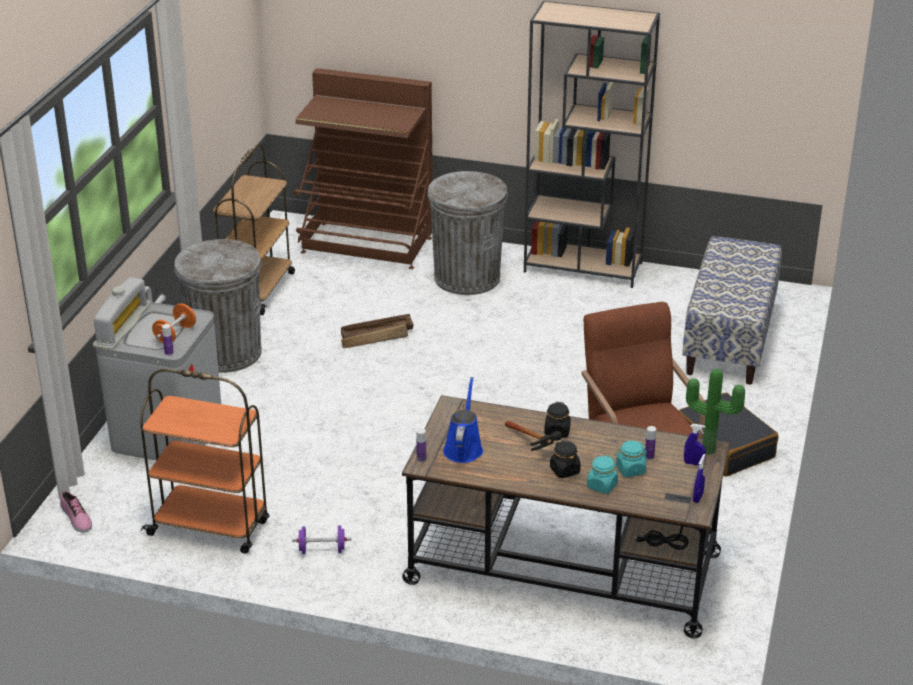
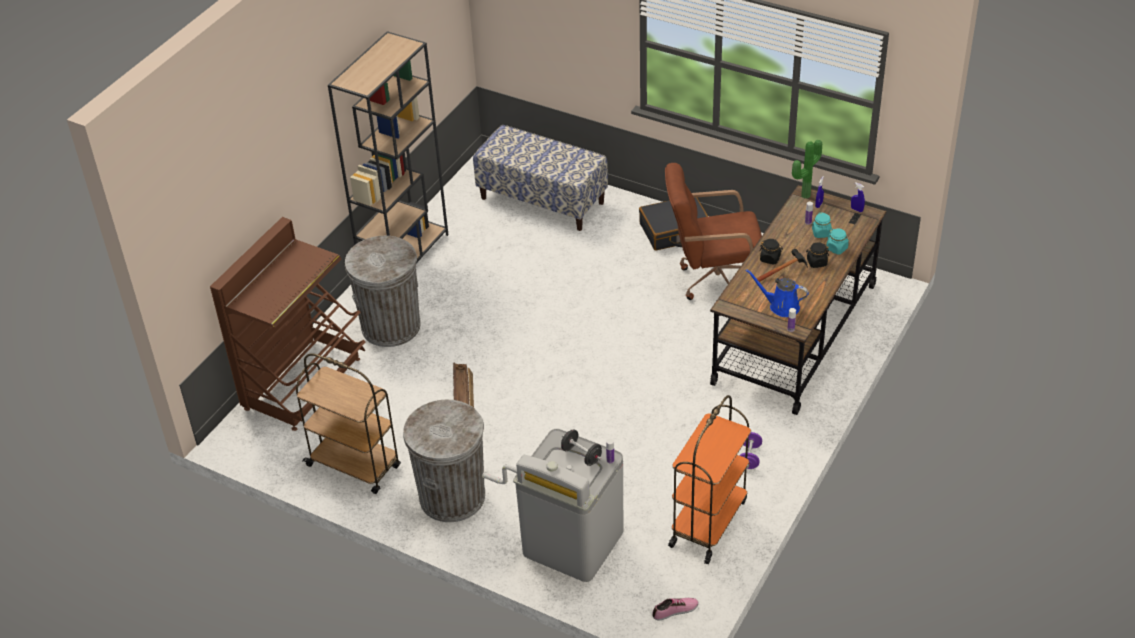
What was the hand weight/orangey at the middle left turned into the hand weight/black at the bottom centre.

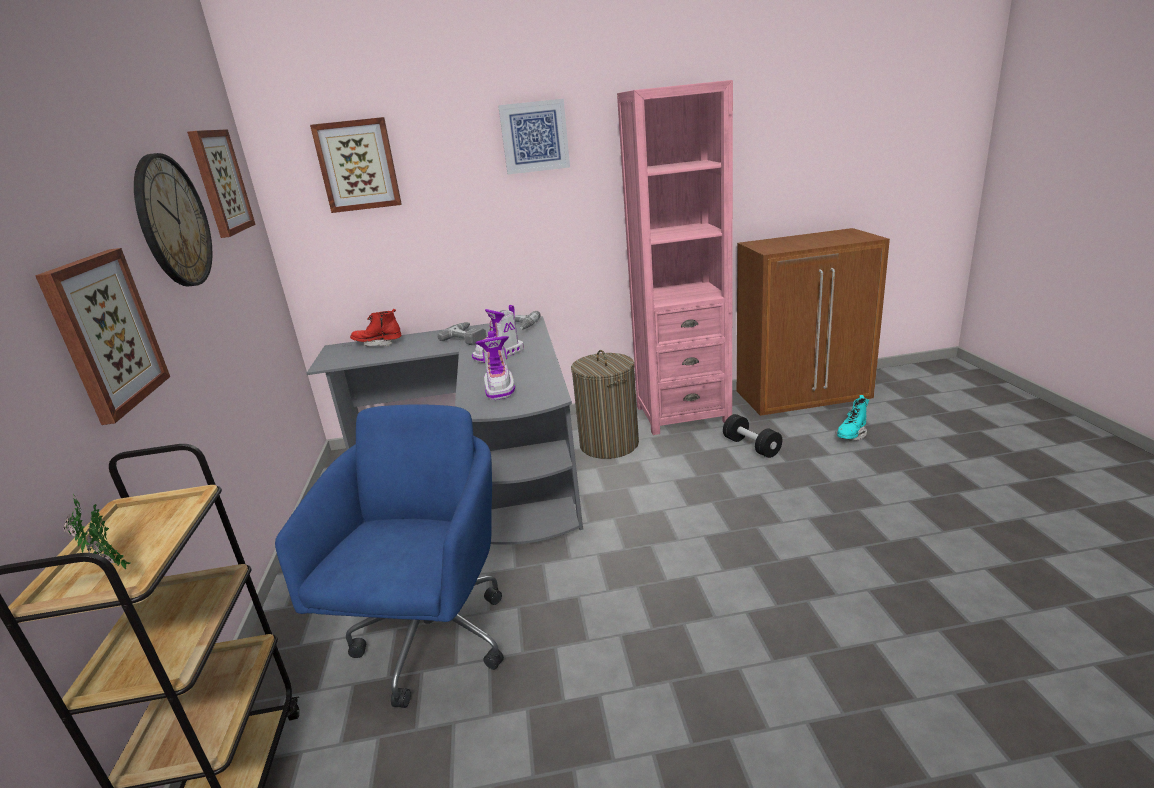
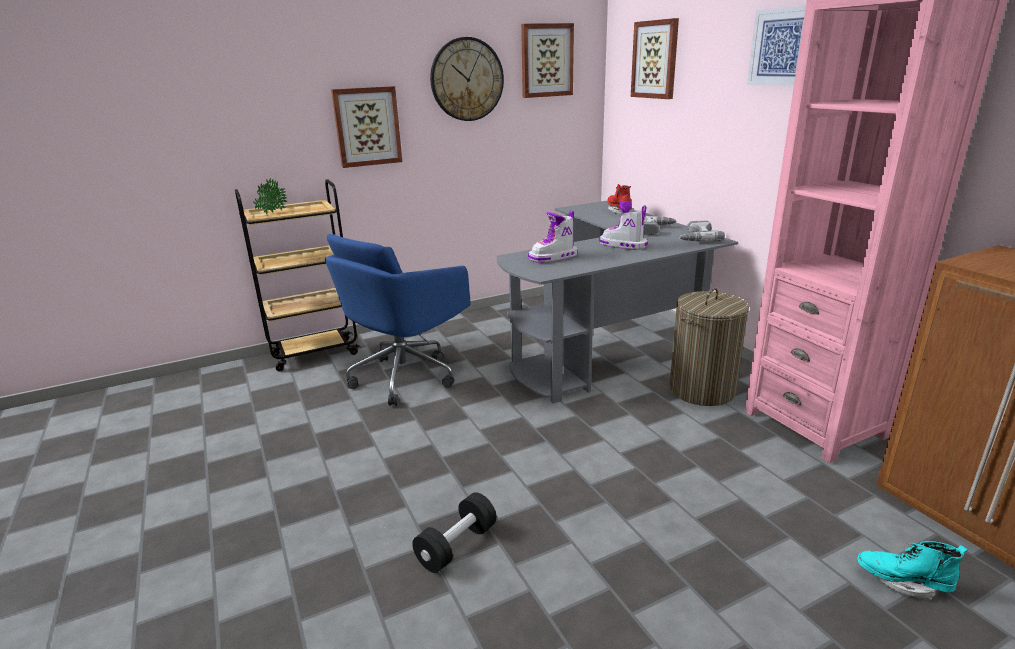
The hand weight/black ended up elsewhere, having gone from the centre to the bottom centre.
The desk chair/blue at the bottom centre ended up facing another way, 135 degrees clockwise from before.

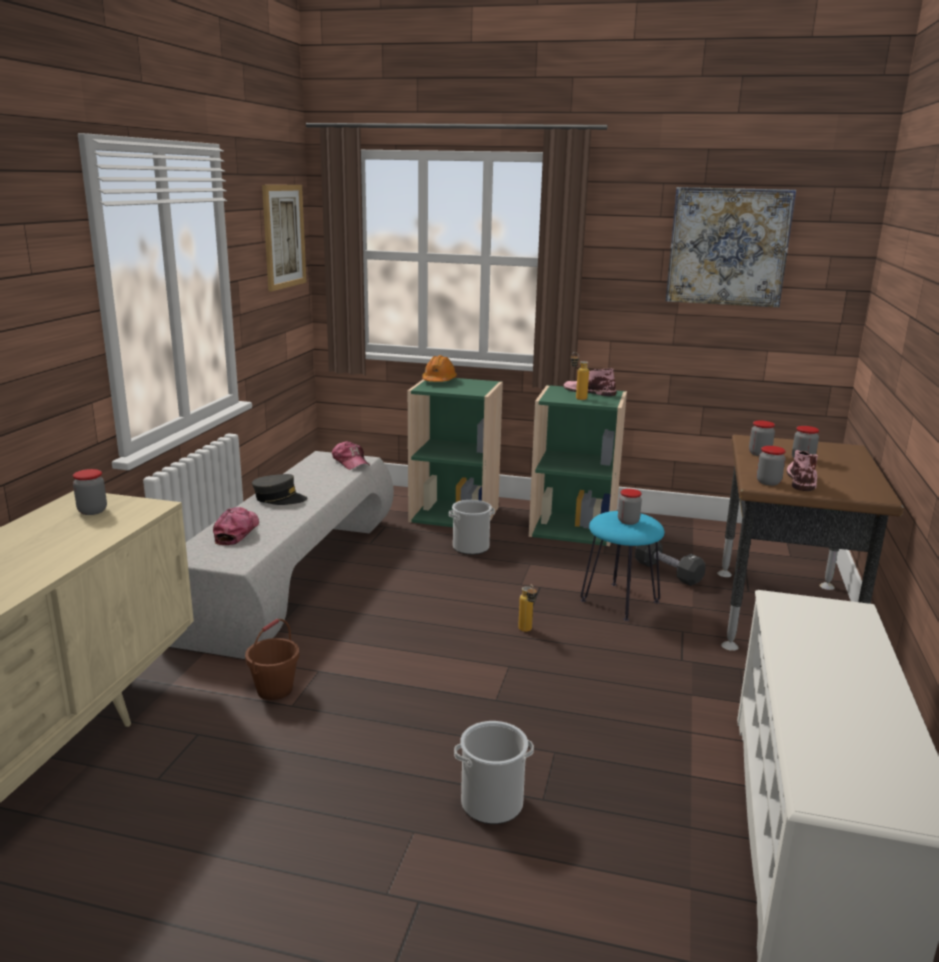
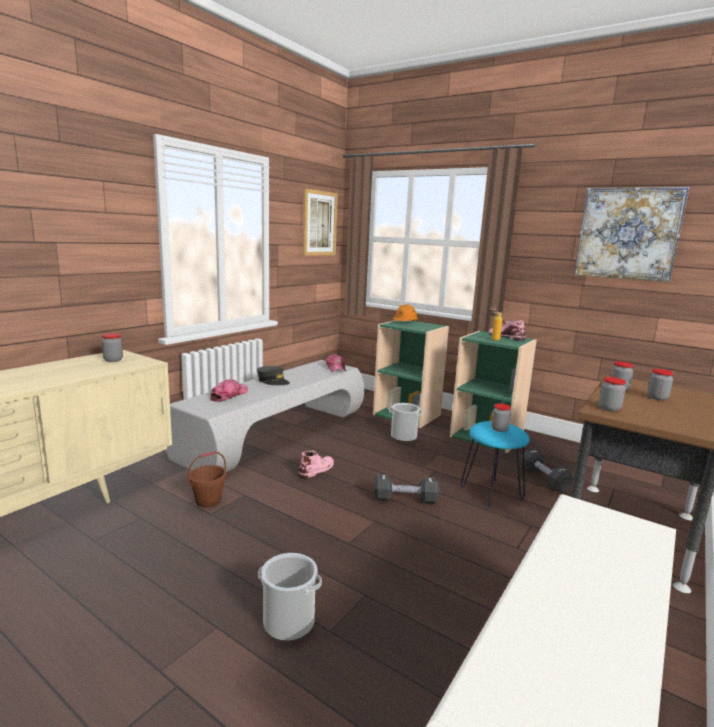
The high-top boot/pinkish (no. 2 from left in the first image) ended up elsewhere, having gone from the middle right to the centre.
Where the beverage bottle (no. 1 from left) stood at the centre, the hand weight/black (no. 1 from left) came to stand at the bottom centre.

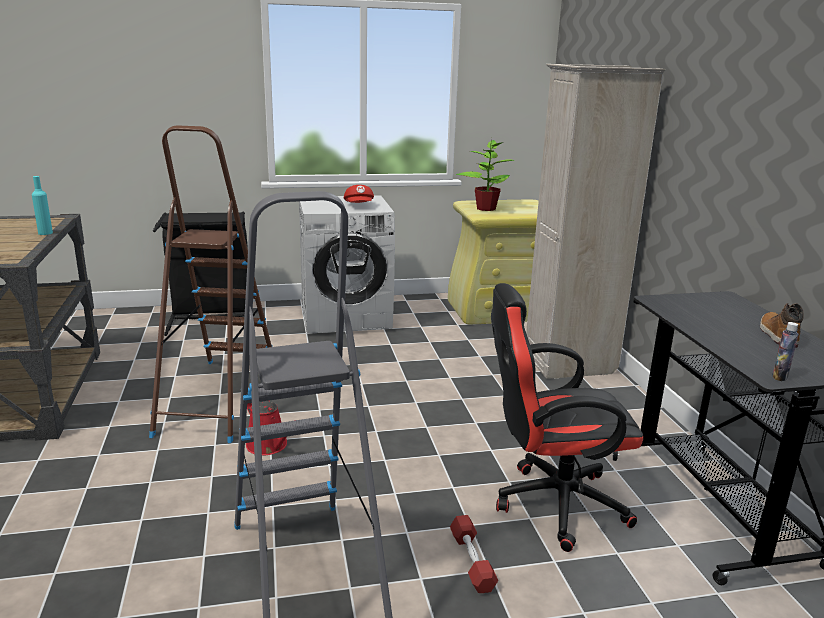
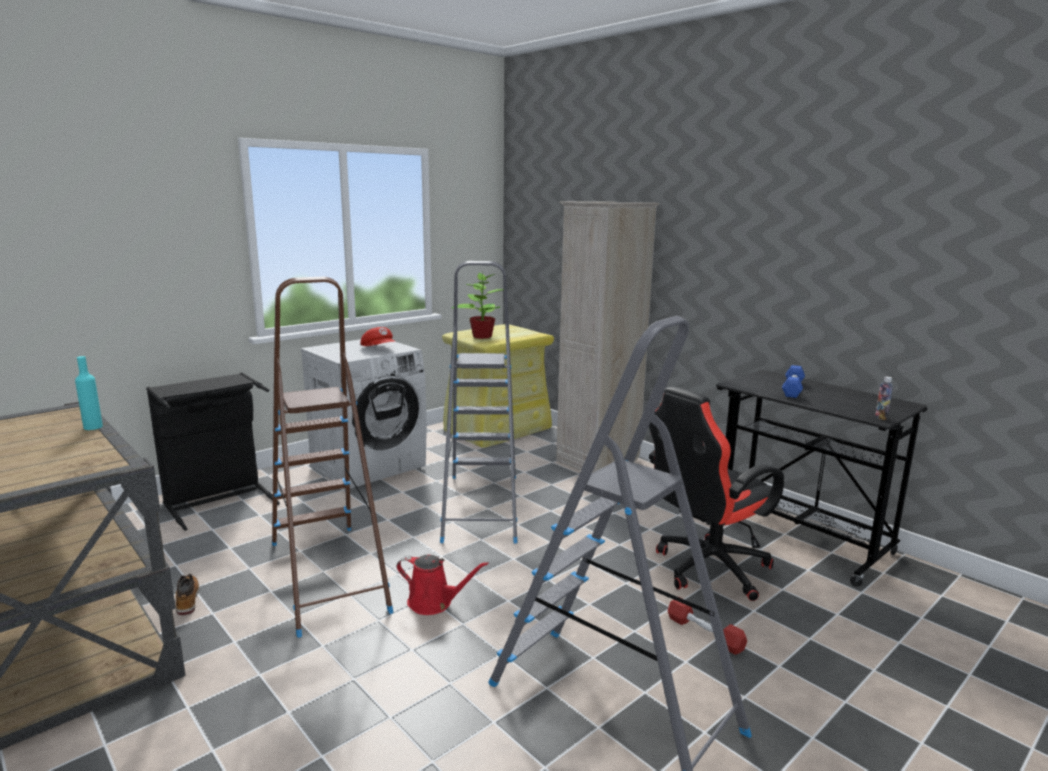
The second view gained the step stool/grey (no. 1 from left) at the centre.
The second view gained the hand weight/blue at the middle right.
The high-top boot ended up elsewhere, having gone from the middle right to the bottom left.

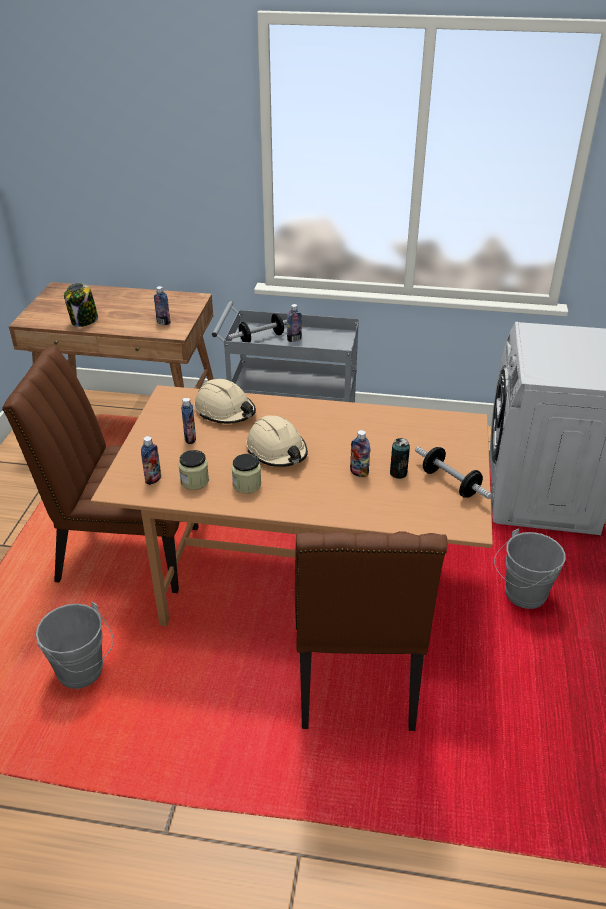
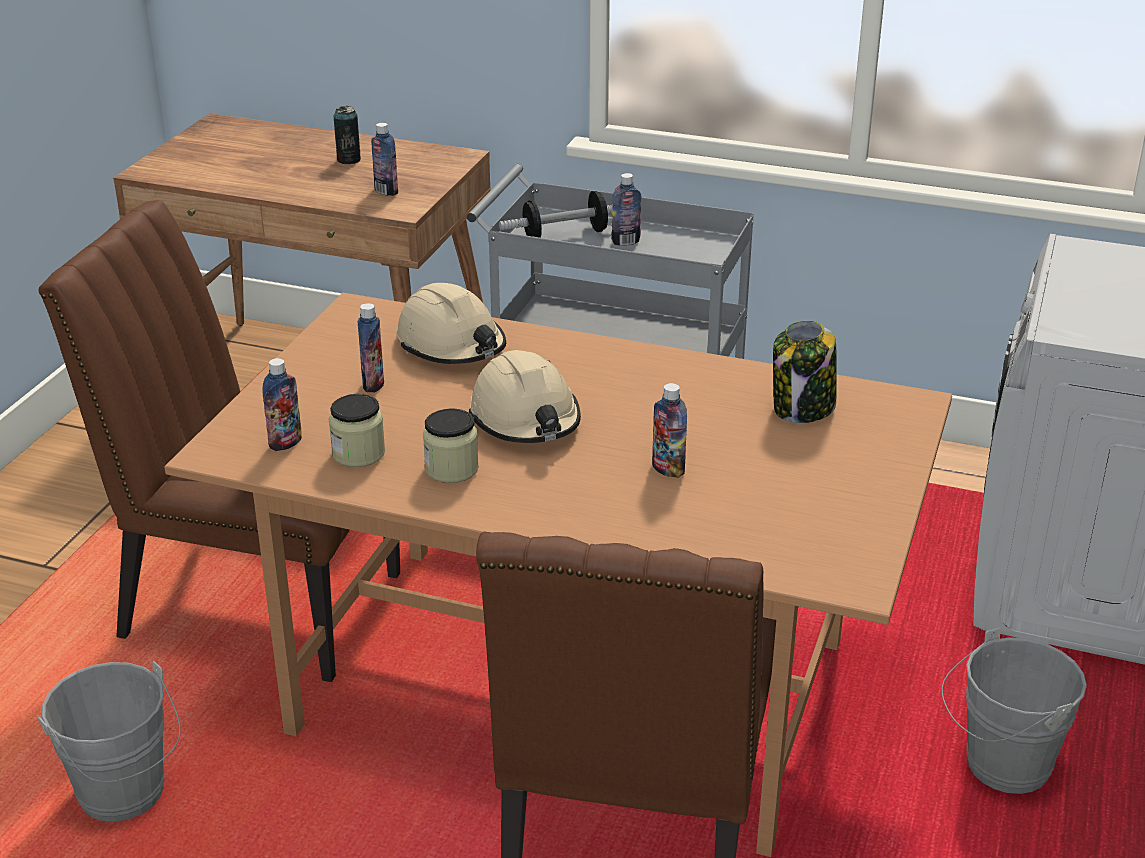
The second view lost the hand weight (no. 2 from left) at the middle right.
The jar (no. 1 from left in the first image) ended up elsewhere, having gone from the middle left to the middle right.
The metal can ended up elsewhere, having gone from the centre to the top left.

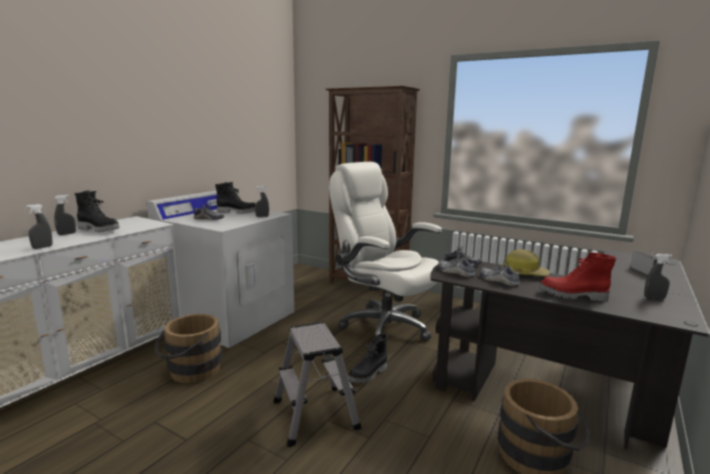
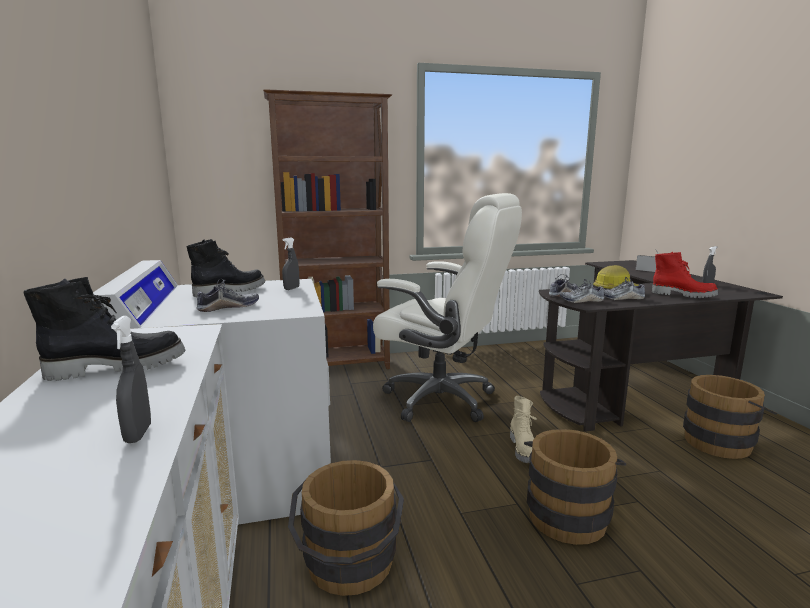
The second view lost the sprayer/grey (no. 2 from left) at the middle left.
Where the step stool/grey stood at the bottom centre, the bucket/brown (no. 2 from left) came to stand at the bottom right.
What was the high-top boot/black (no. 3 from left) at the bottom centre turned into the high-top boot/sand-coloured at the bottom centre.
The desk chair/white-coloured at the centre ended up facing another way, 150 degrees counterclockwise from before.
The high-top boot/red at the middle right ended up facing another way, 120 degrees counterclockwise from before.

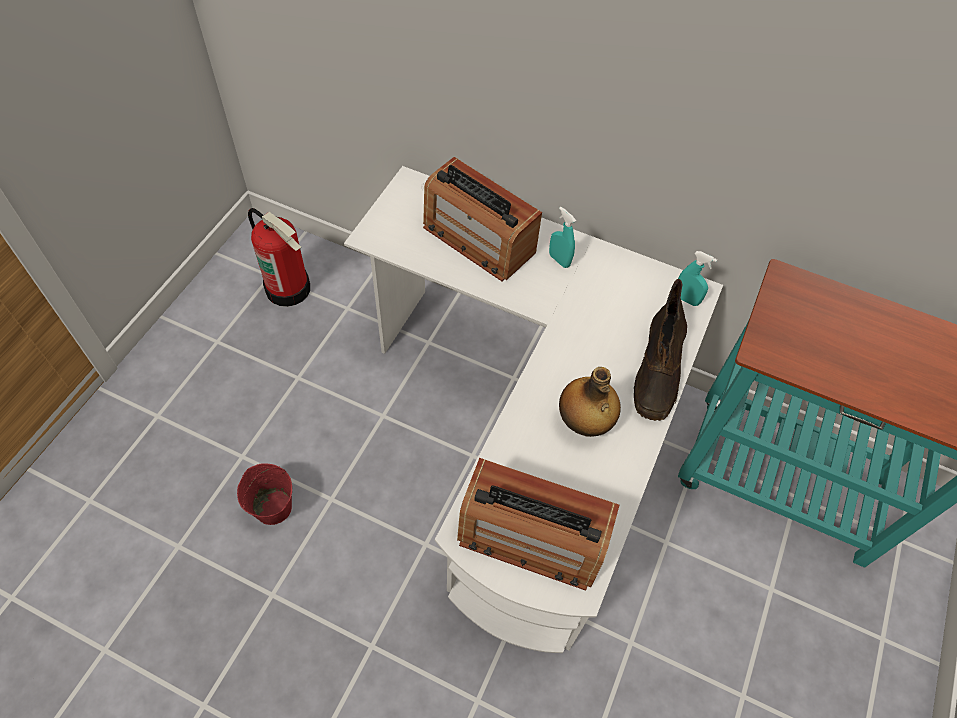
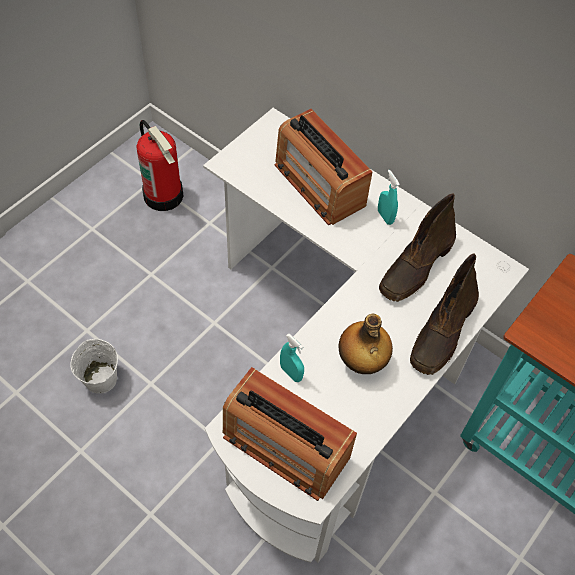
The second view gained the high-top boot/brown (no. 1 from left) at the middle right.
The sprayer/turquoise (no. 2 from left in the first image) ended up elsewhere, having gone from the middle right to the centre.
What was the bucket/red at the bottom left turned into the bucket/white-coloured at the middle left.

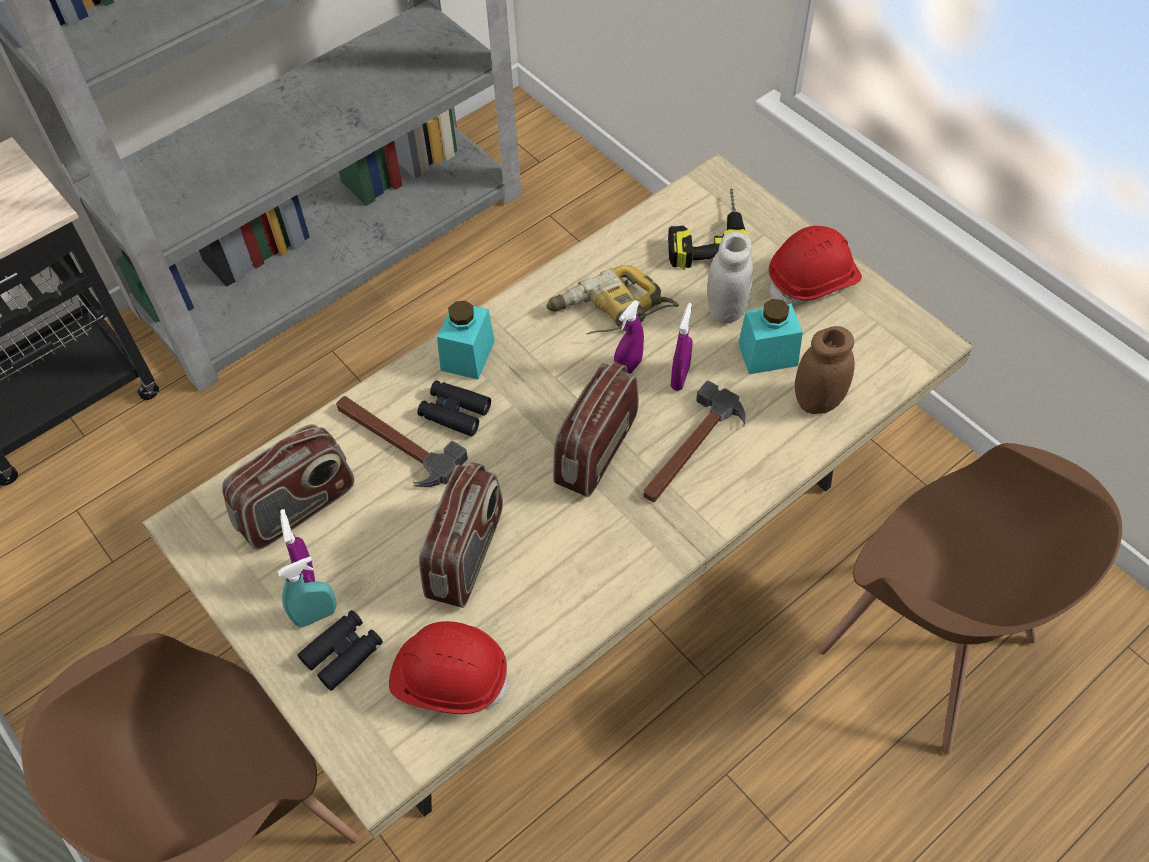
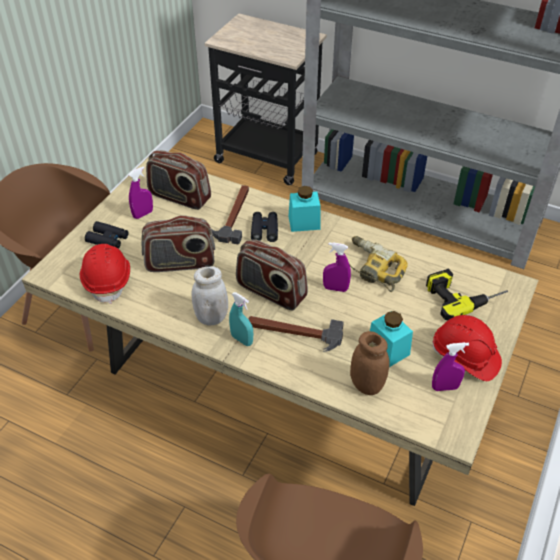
The sprayer/turquoise ended up elsewhere, having gone from the bottom left to the centre.
The sprayer/purplish (no. 3 from left) ended up elsewhere, having gone from the centre to the middle right.
The jar/white-coloured ended up elsewhere, having gone from the top centre to the centre.
The radio (no. 3 from left) at the centre ended up facing another way, 150 degrees counterclockwise from before.

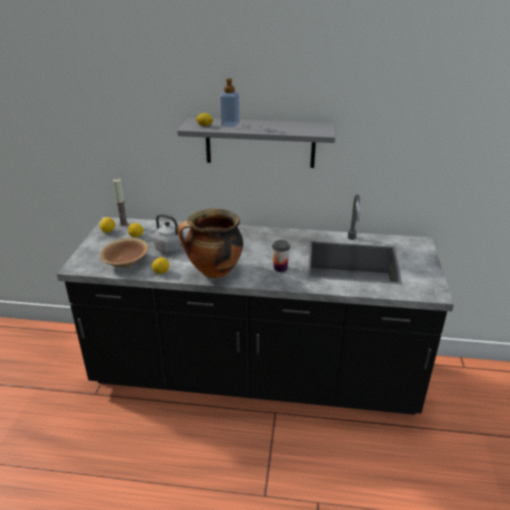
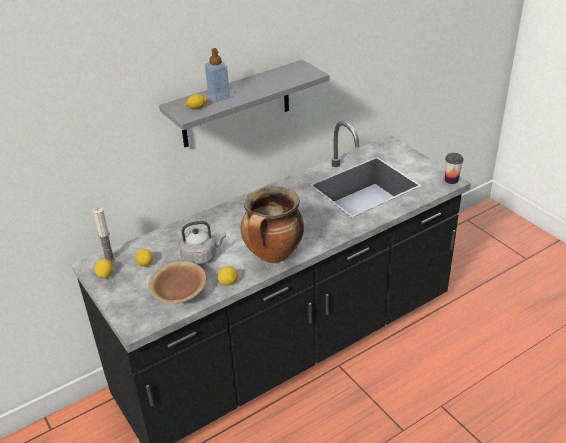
The cup ended up elsewhere, having gone from the centre to the middle right.

